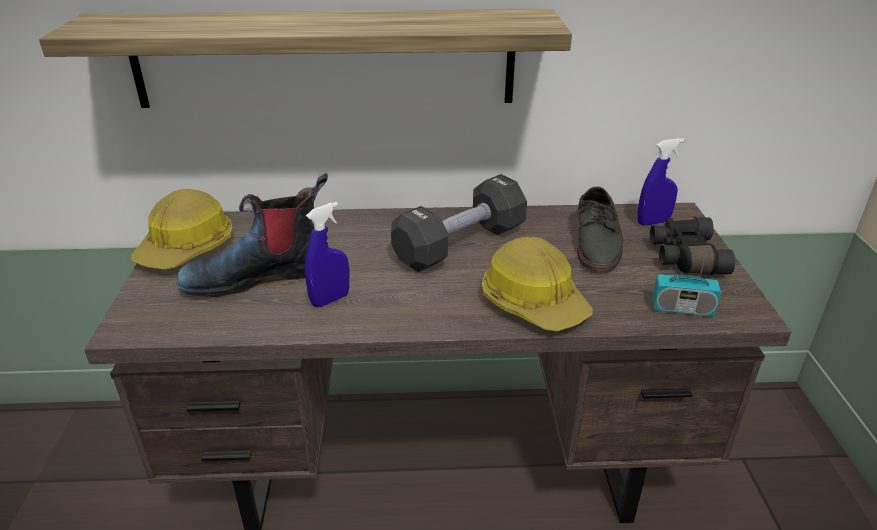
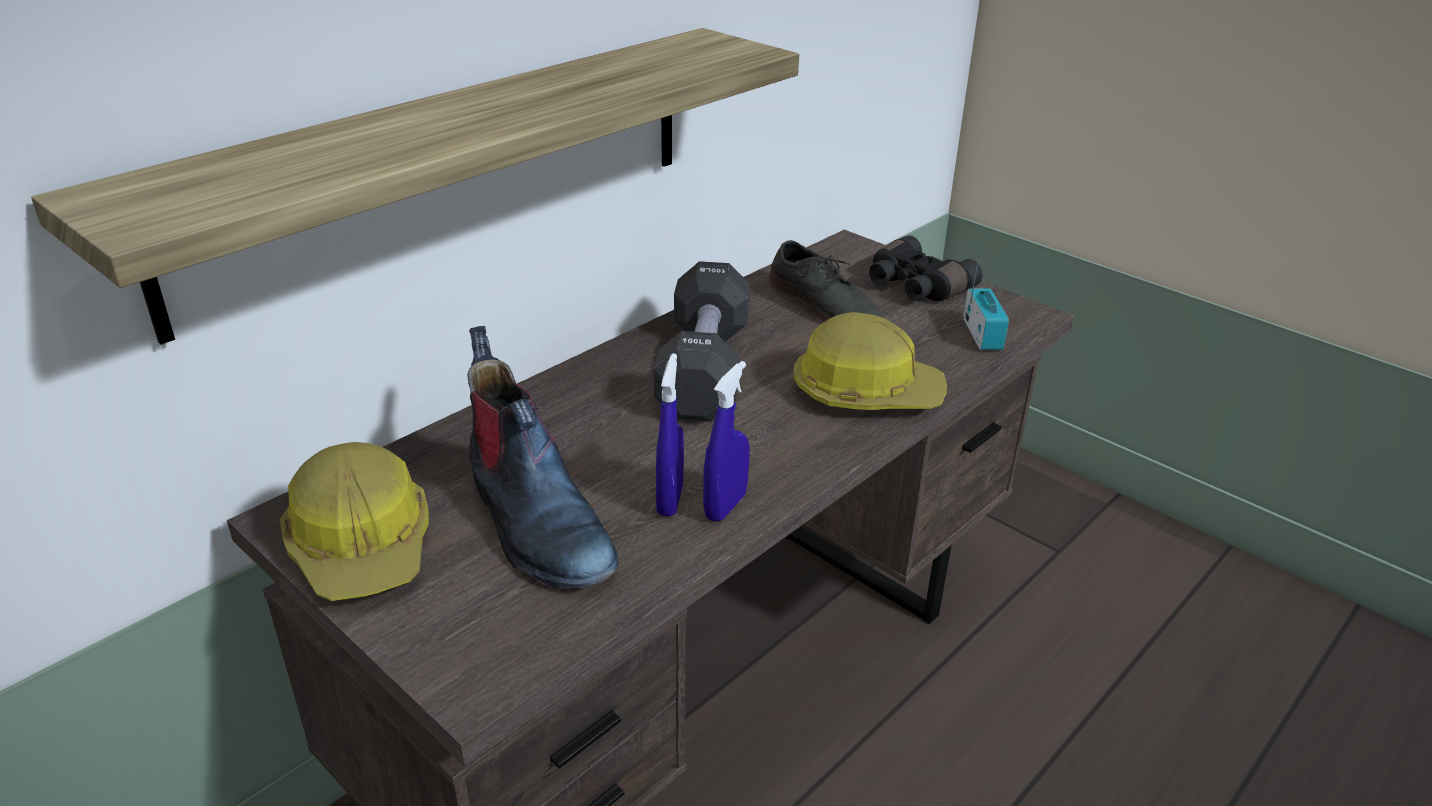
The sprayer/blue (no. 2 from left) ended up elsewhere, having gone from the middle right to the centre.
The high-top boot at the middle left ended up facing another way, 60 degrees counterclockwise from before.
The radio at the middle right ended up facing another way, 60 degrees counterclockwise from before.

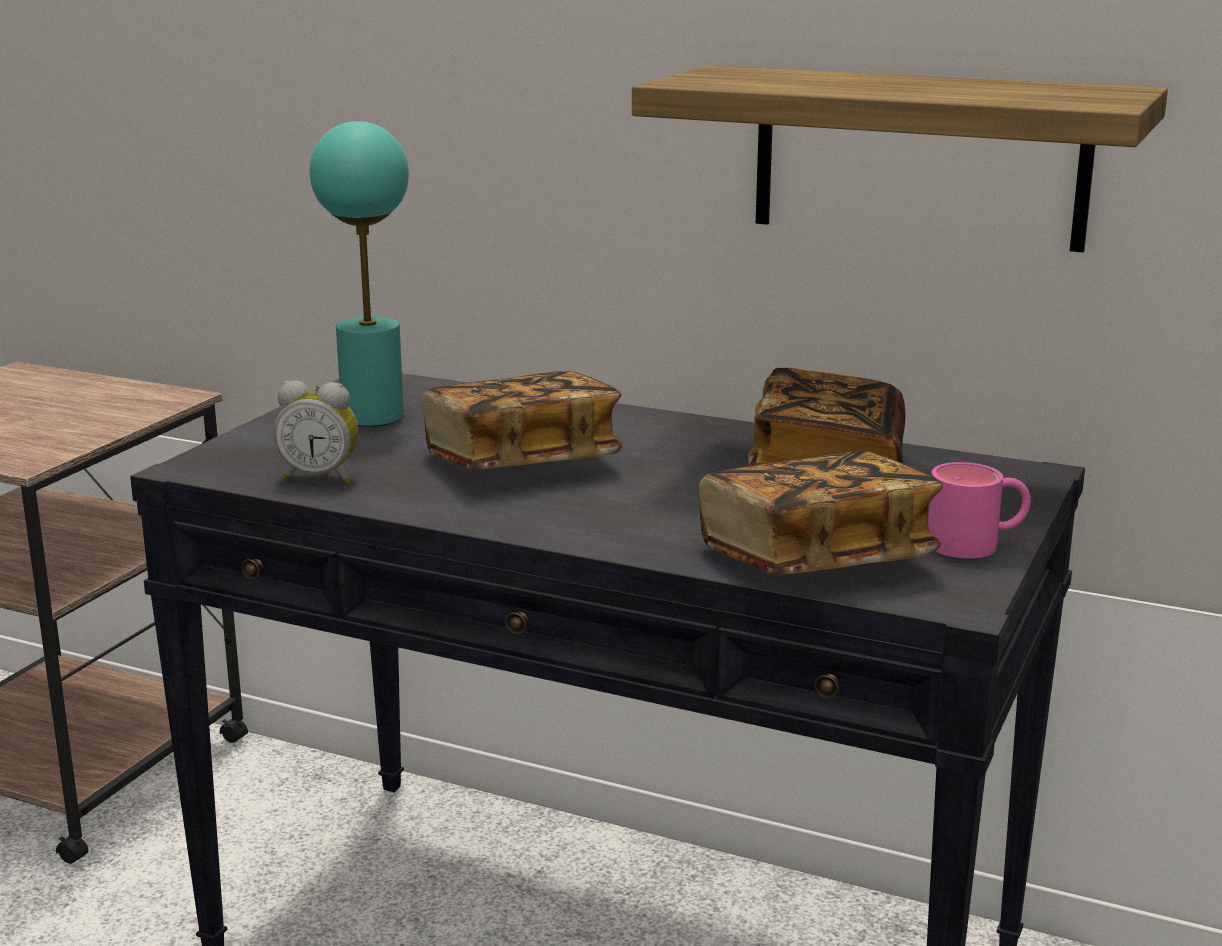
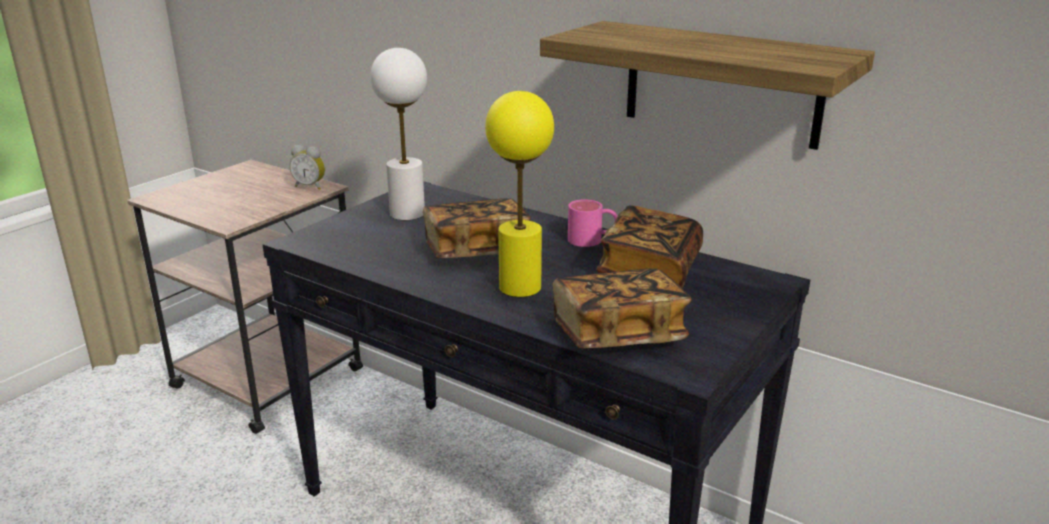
The second view gained the lamp for a table/yellow-coloured at the centre.
The alarm clock ended up elsewhere, having gone from the middle left to the top left.
The mug/pinkish ended up elsewhere, having gone from the middle right to the centre.
What was the lamp for a table/turquoise at the top left turned into the lamp for a table/white-coloured at the top centre.

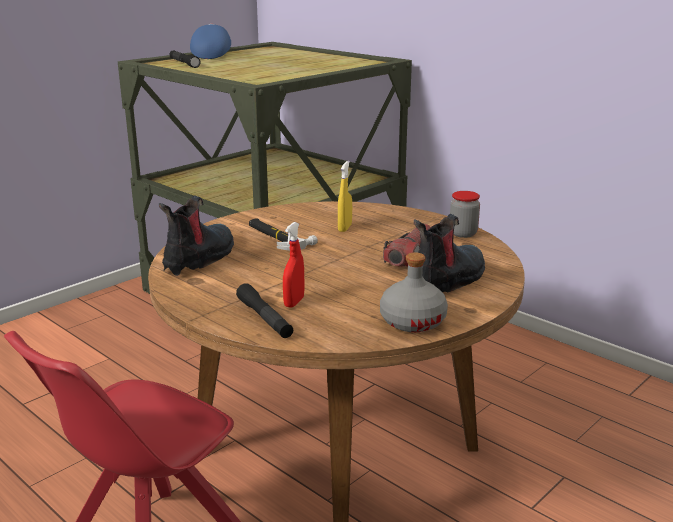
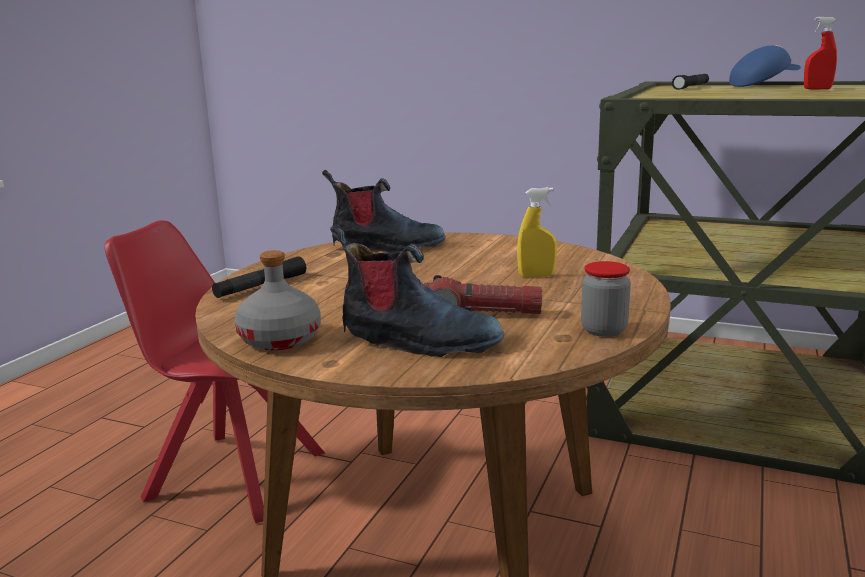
The second view lost the hand hammer at the centre.
The sprayer/red ended up elsewhere, having gone from the centre to the top right.

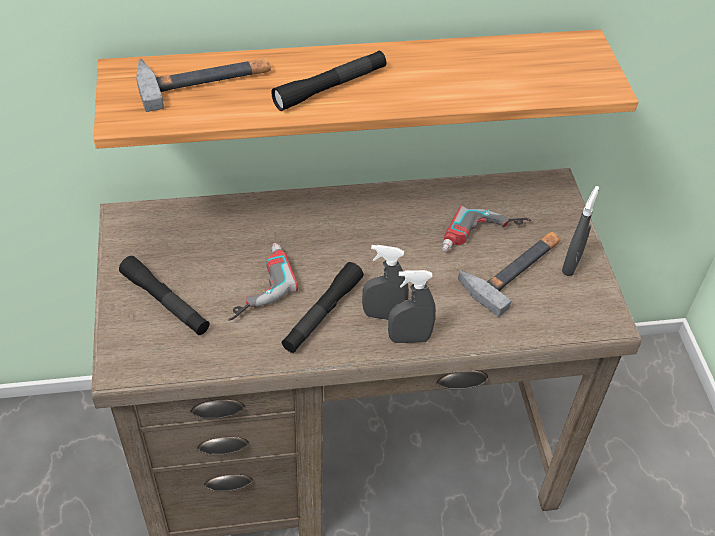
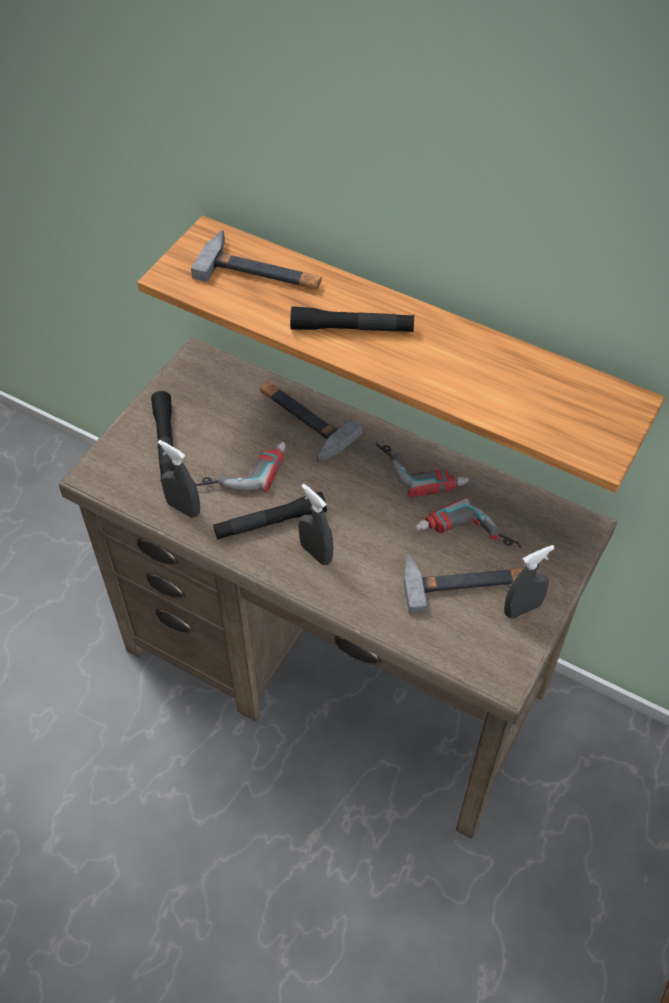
The second view gained the hand hammer (no. 2 from left) at the centre.
The second view gained the drill (no. 2 from left) at the centre.
The sprayer/grey (no. 2 from left in the first image) ended up elsewhere, having gone from the centre to the middle left.

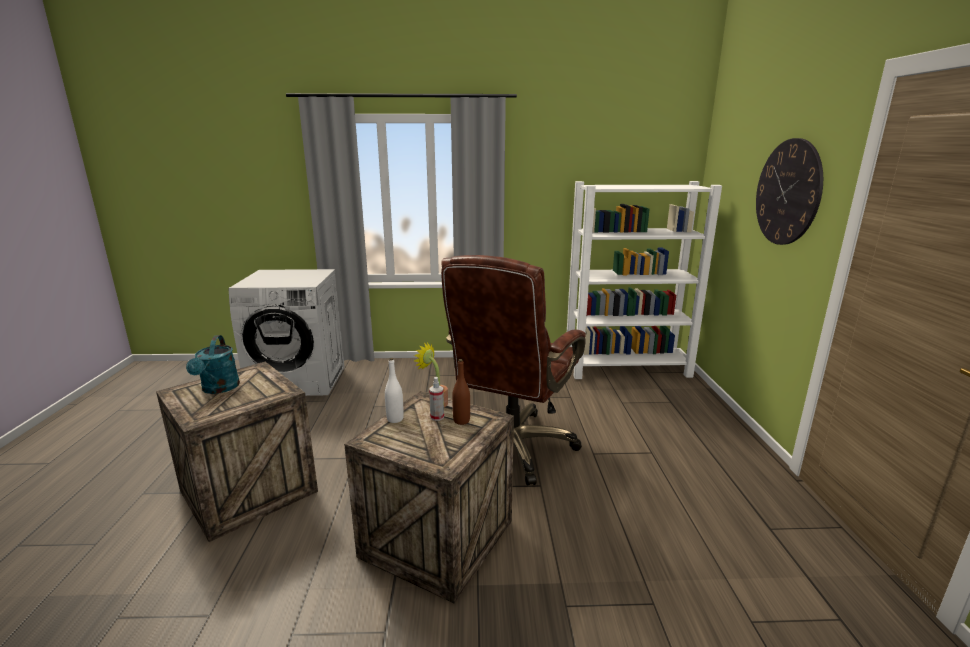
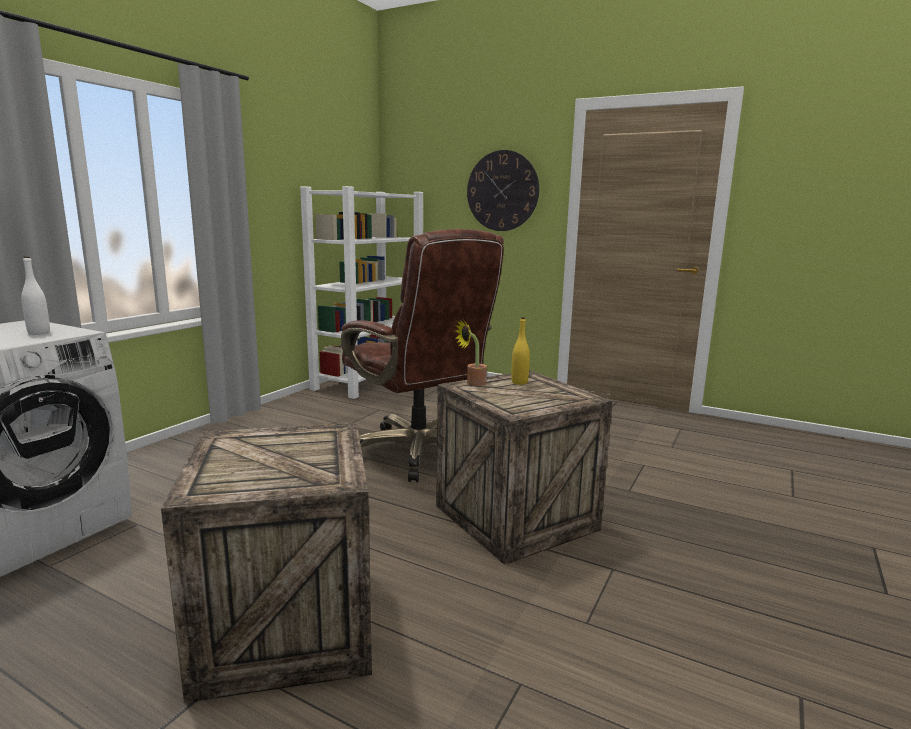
The second view lost the watering pot/turquoise at the middle left.
The second view lost the sprayer at the centre.
The beverage bottle/white-coloured ended up elsewhere, having gone from the centre to the middle left.
What was the beverage bottle/brown at the centre turned into the beverage bottle/yellow-coloured at the centre.

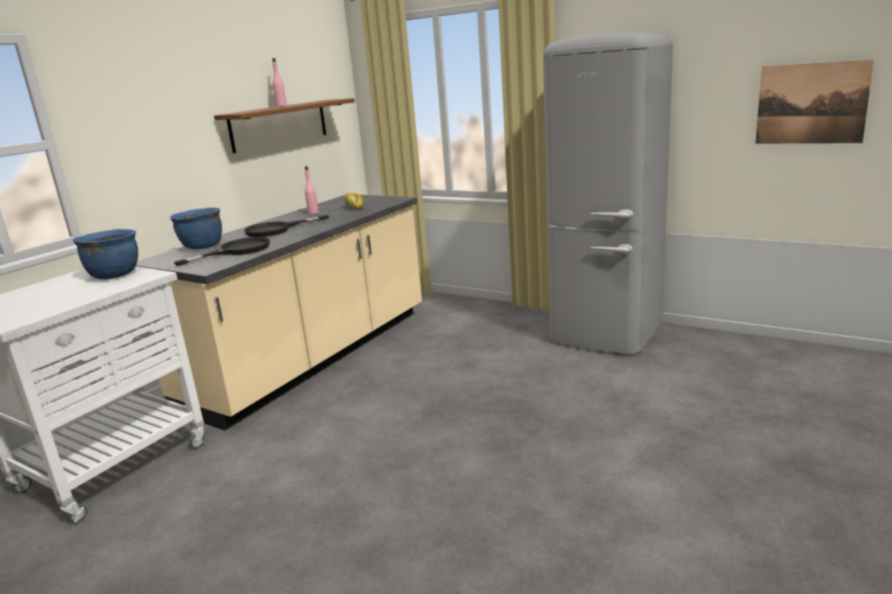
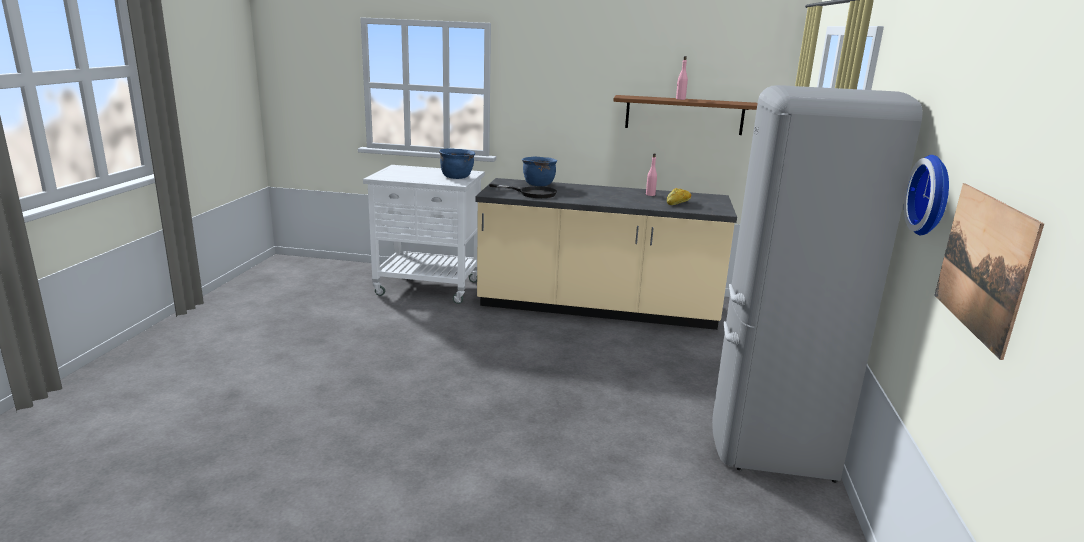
The second view lost the pan/black (no. 2 from left) at the middle left.
The second view gained the clock on the wall at the middle right.

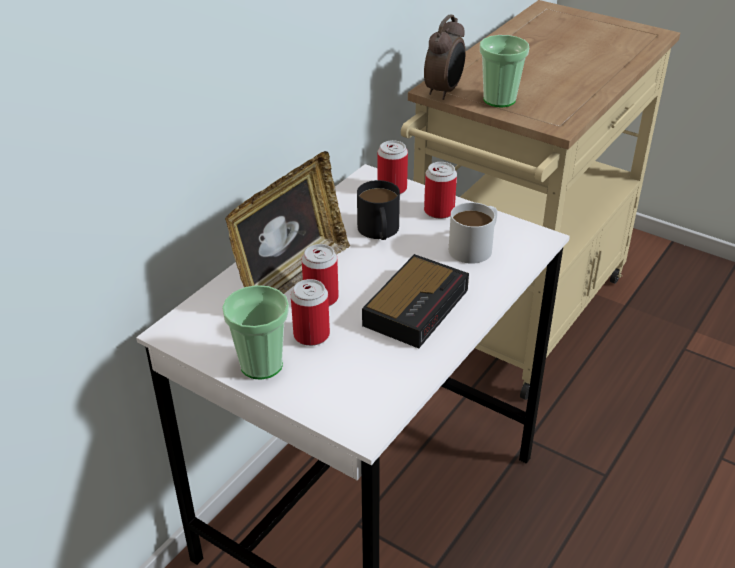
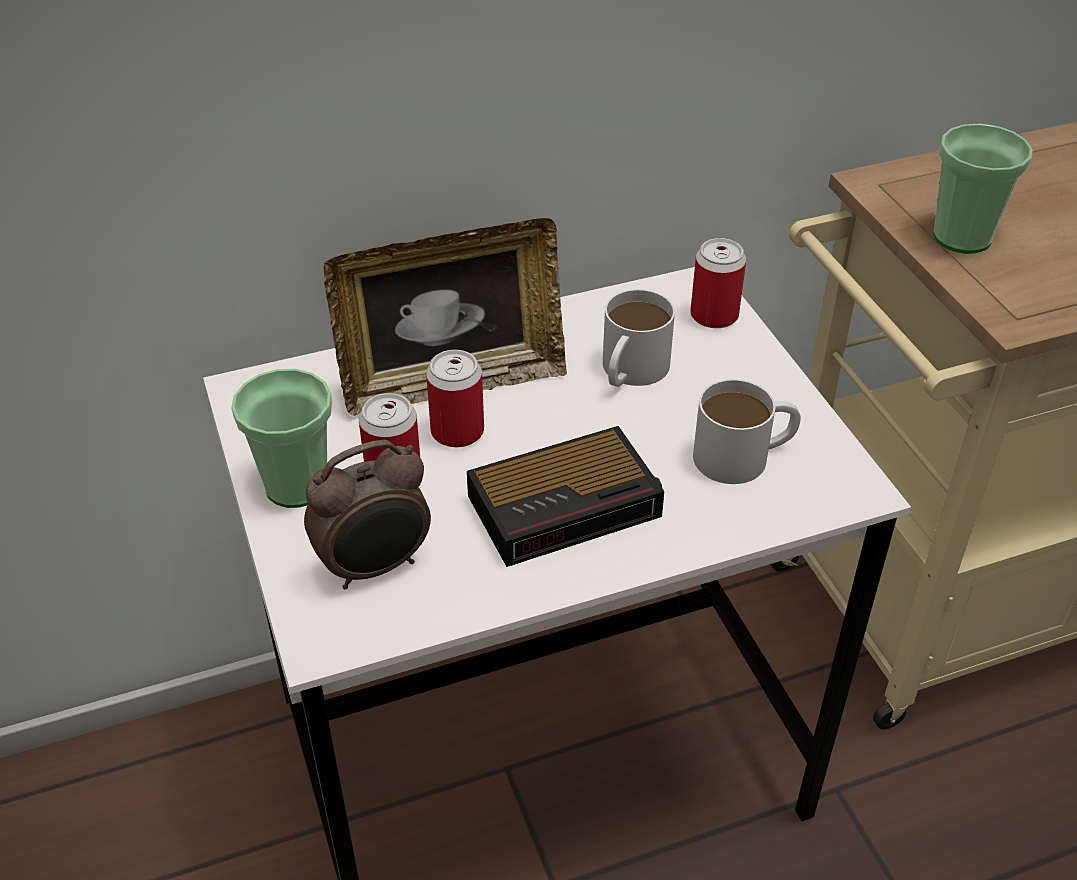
The second view lost the metal can (no. 4 from left) at the centre.
The alarm clock (no. 2 from left in the first image) ended up elsewhere, having gone from the top centre to the centre.
What was the mug/black at the centre turned into the mug/white-coloured (no. 1 from left) at the centre.

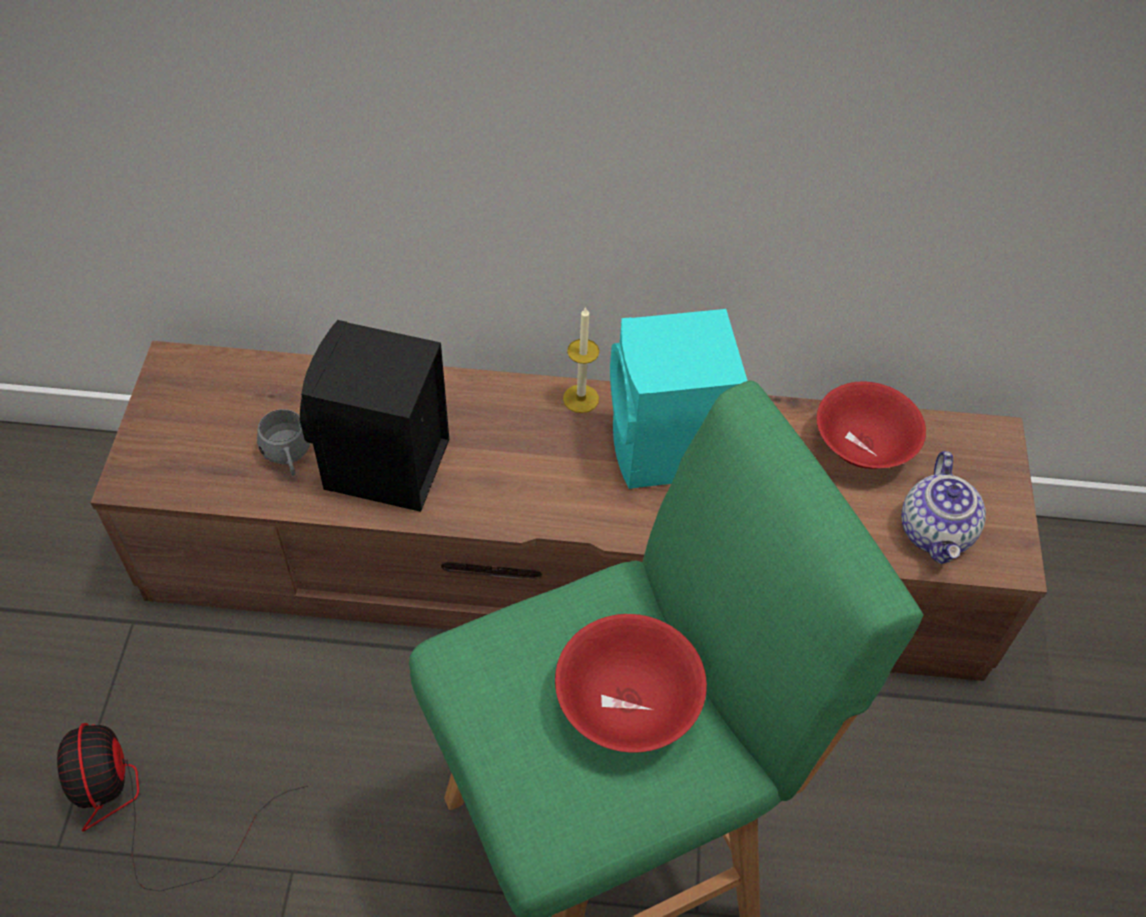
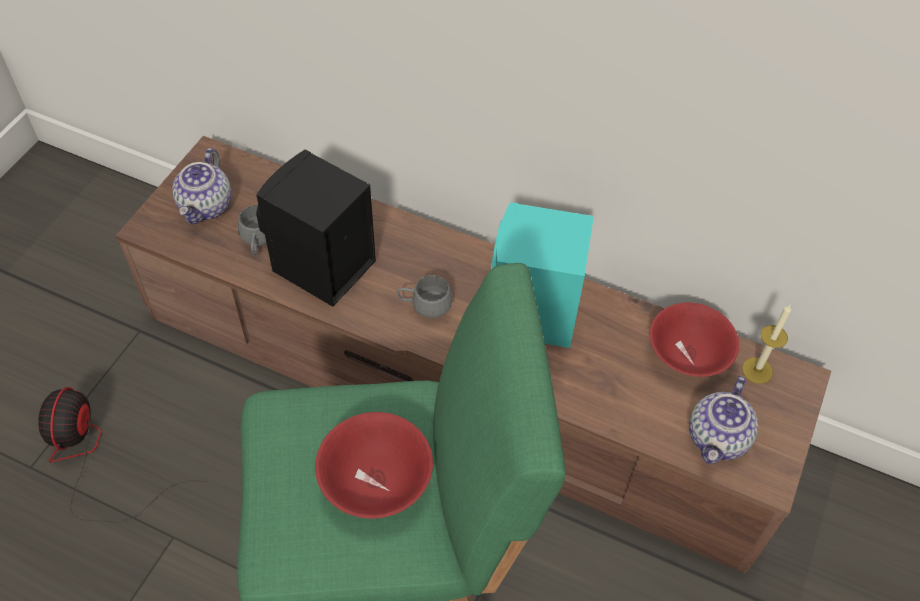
The second view gained the pot for tea (no. 1 from left) at the top left.
The second view gained the mug/grey (no. 2 from left) at the centre.
The wax light ended up elsewhere, having gone from the centre to the middle right.

